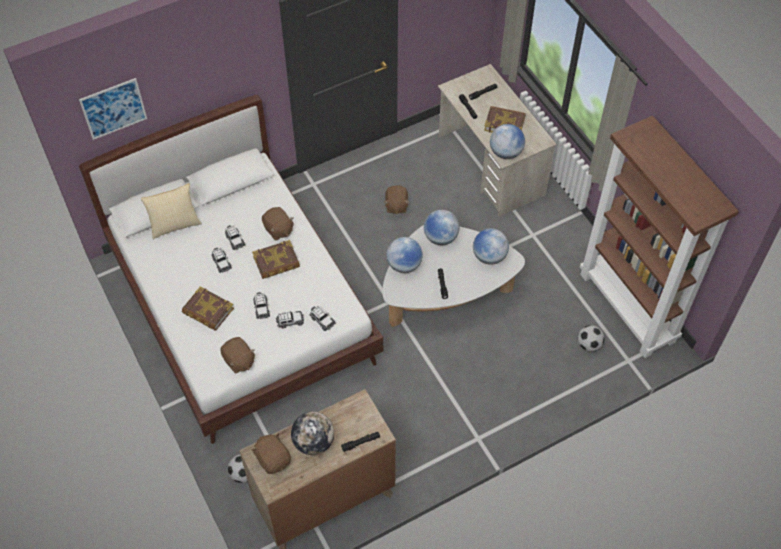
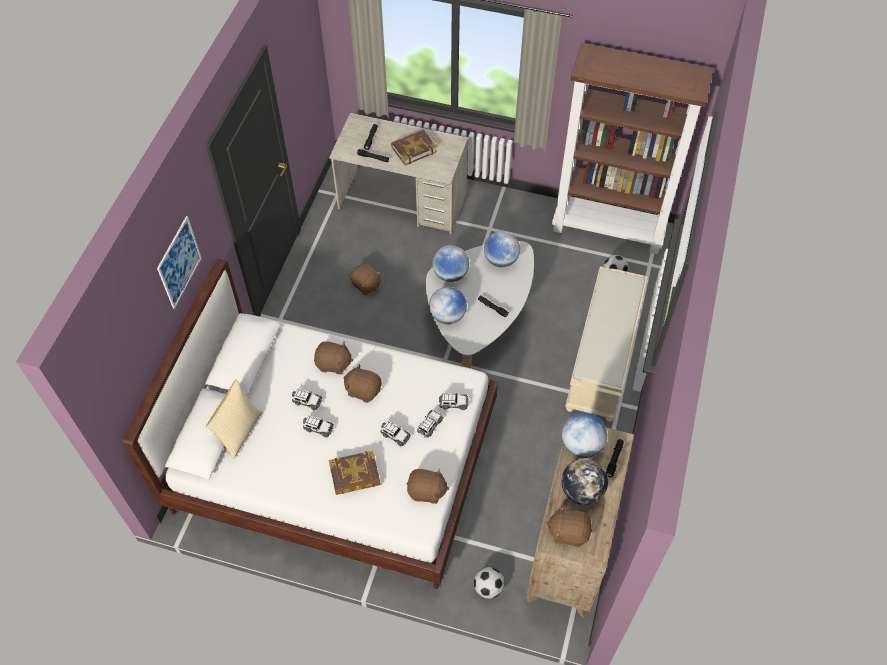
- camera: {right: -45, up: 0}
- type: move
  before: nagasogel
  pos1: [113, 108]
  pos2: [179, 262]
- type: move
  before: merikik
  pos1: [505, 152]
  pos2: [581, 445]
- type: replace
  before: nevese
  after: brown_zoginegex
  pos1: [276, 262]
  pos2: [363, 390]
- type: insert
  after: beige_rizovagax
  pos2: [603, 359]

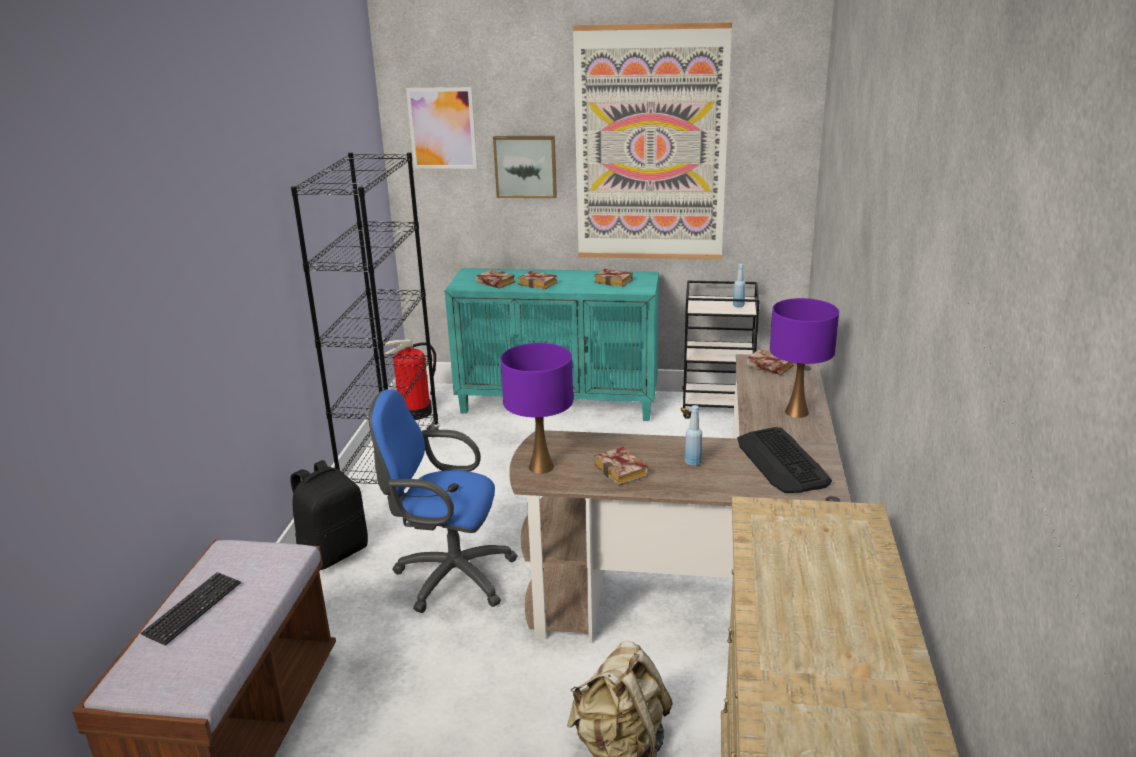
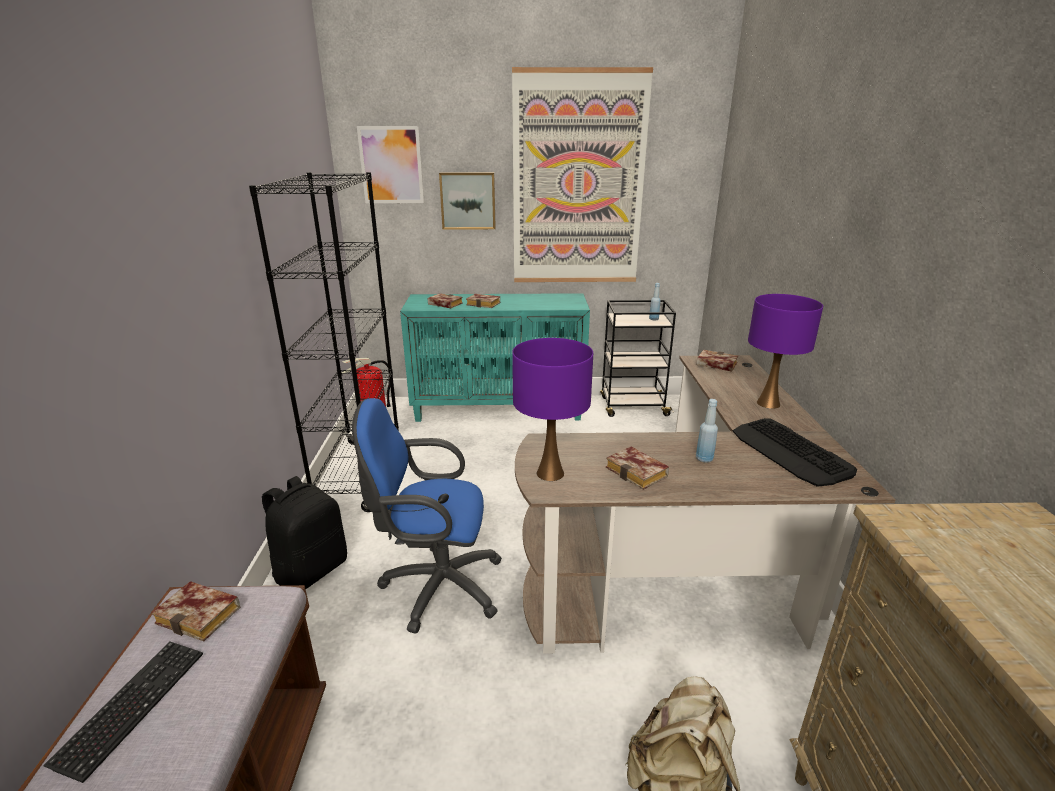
- camera: {right: -10, up: 0}
- type: move
  before: nevese
  pos1: [615, 281]
  pos2: [202, 615]

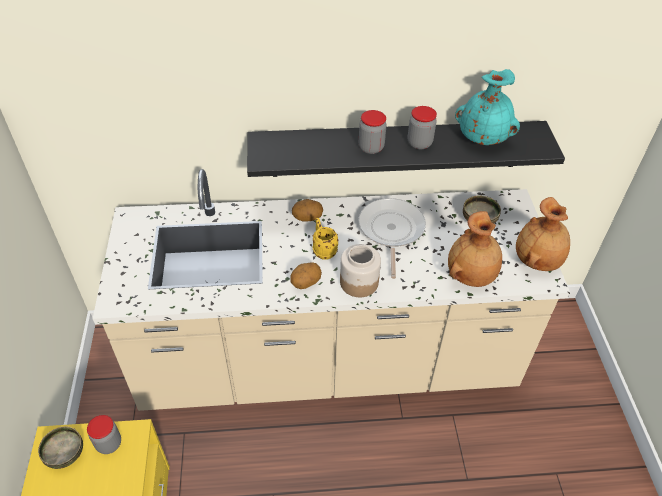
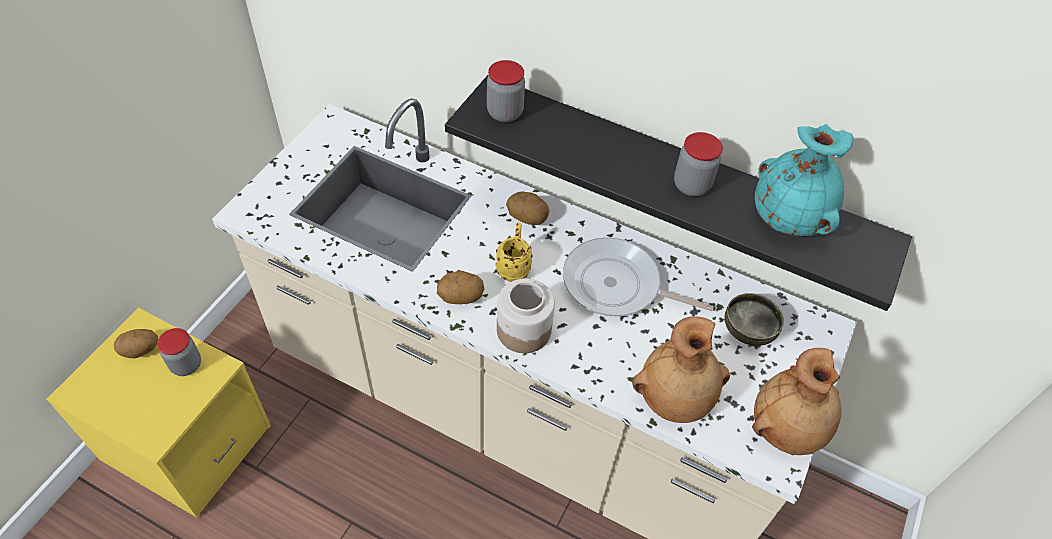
- camera: {right: 30, up: 5}
- type: move
  before: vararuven
  pos1: [371, 147]
  pos2: [505, 113]
- type: rotate
  before: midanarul
  pos1: [390, 231]
  pos2: [617, 285]
  turn: -105
- type: replace
  before: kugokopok
  after: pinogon
  pos1: [64, 454]
  pos2: [140, 351]

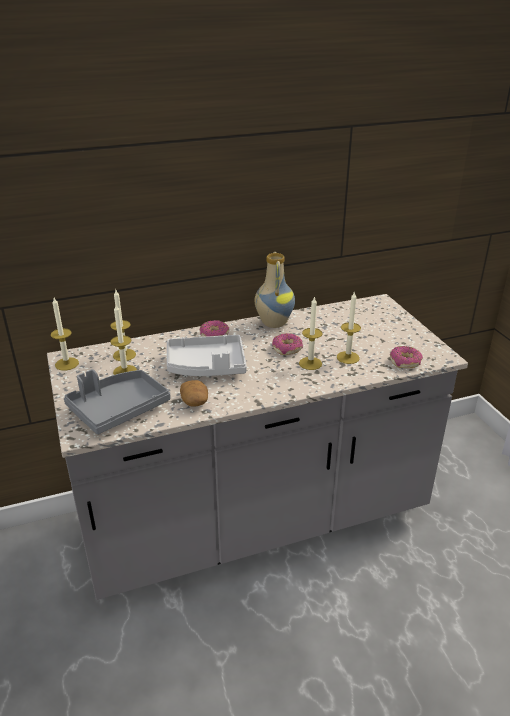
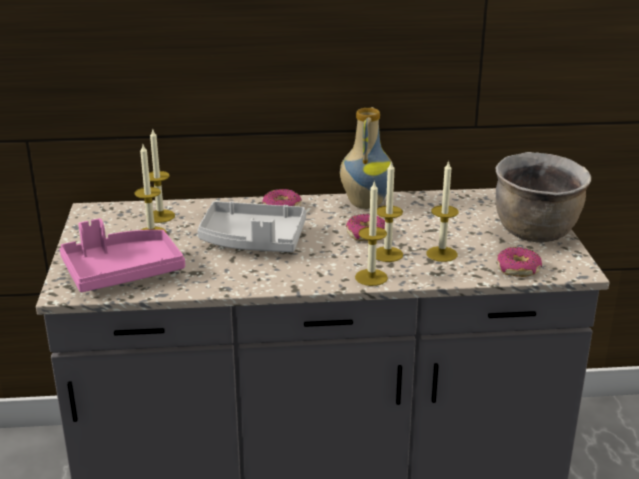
- camera: {right: 15, up: -5}
- type: move
  before: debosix
  pos1: [67, 364]
  pos2: [371, 277]
- type: recolor
  before: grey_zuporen
  after: pink_zuporen
  pos1: [118, 409]
  pos2: [122, 272]
- type: delete
  before: pinogon
  pos1: [195, 402]
- type: insert
  after: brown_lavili
  pos2: [536, 232]

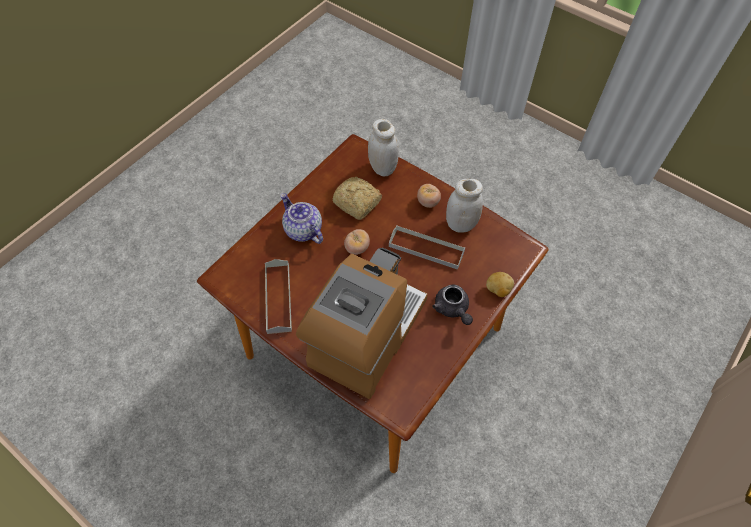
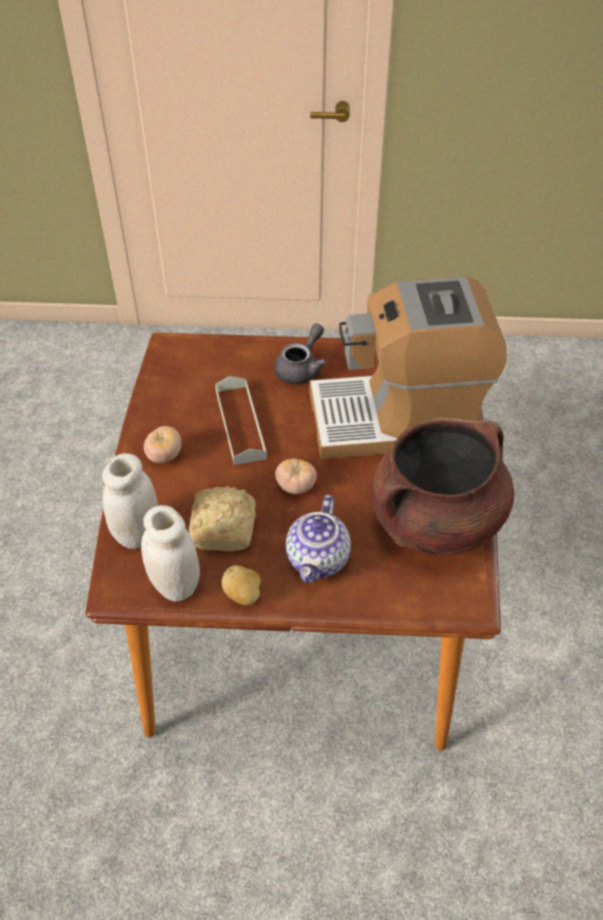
- camera: {right: -125, up: -10}
- type: move
  before: white_vararuven
  pos1: [460, 224]
  pos2: [175, 585]
- type: replace
  before: grey_zuporen
  after: brown_lavili
  pos1: [278, 298]
  pos2: [435, 521]
- type: move
  before: pinogon
  pos1: [498, 290]
  pos2: [243, 594]

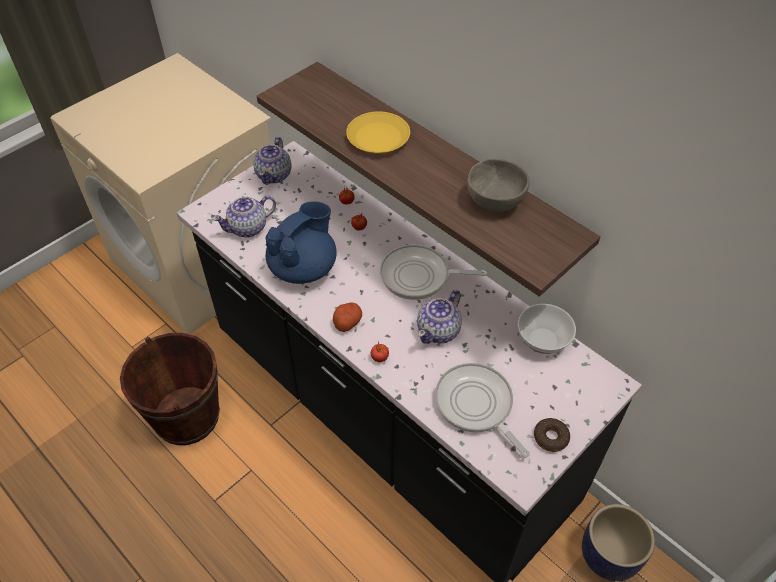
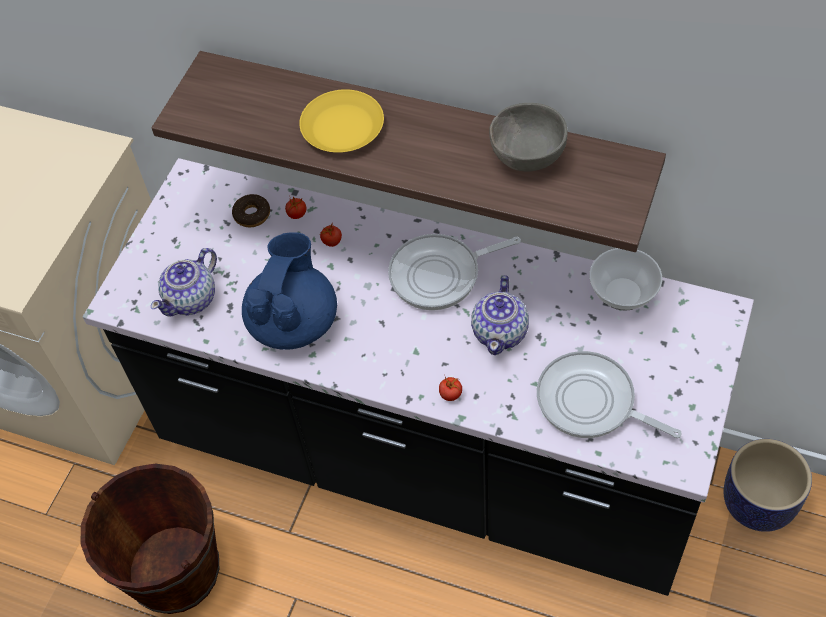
- camera: {right: -20, up: 5}
- type: delete
  before: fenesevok
  pos1: [274, 174]
- type: delete
  before: pinogon
  pos1: [347, 322]
- type: move
  before: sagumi
  pos1: [550, 437]
  pos2: [252, 214]

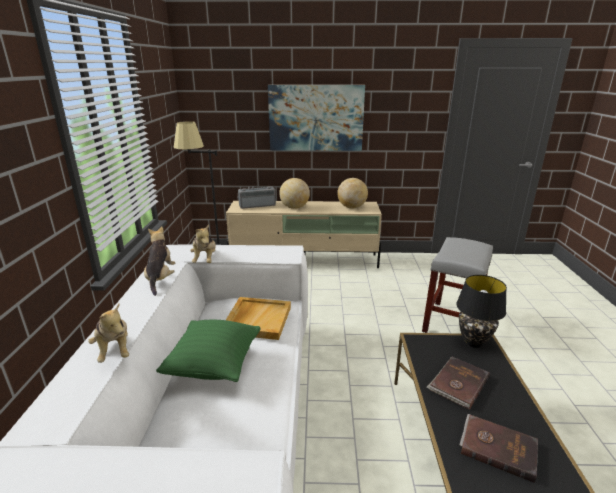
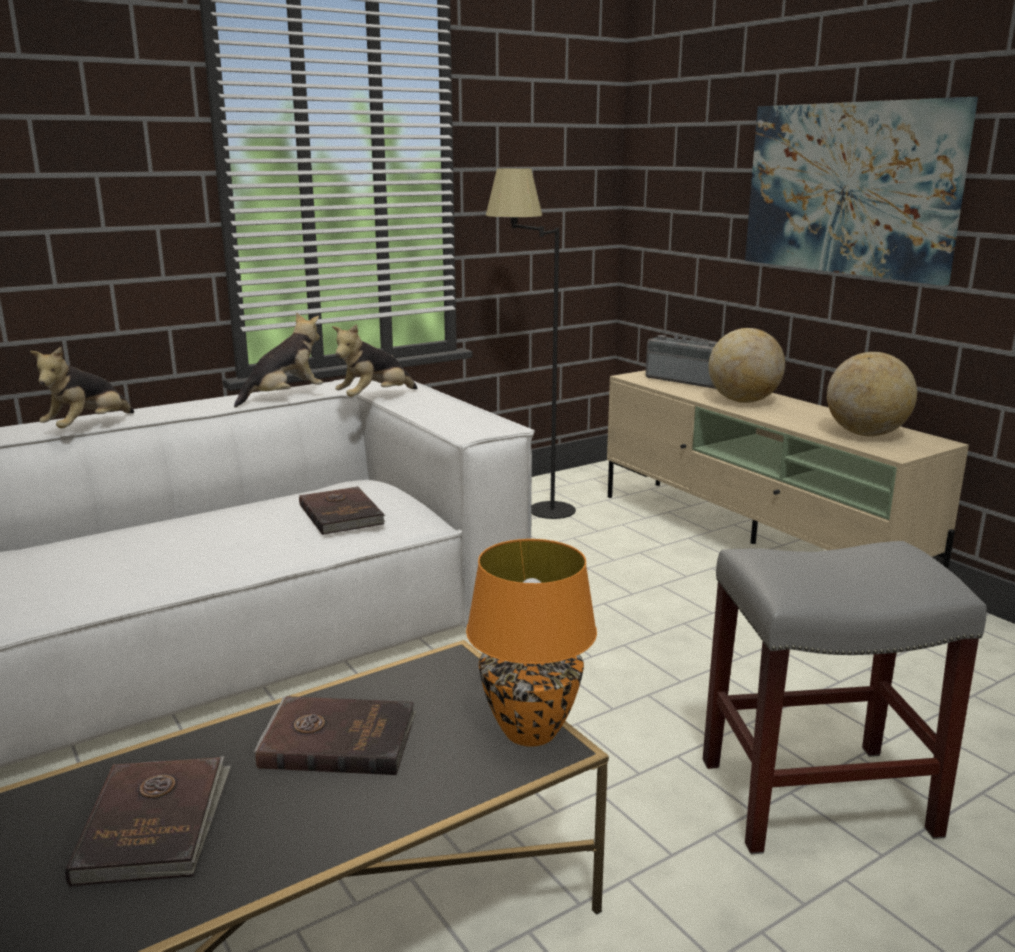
- camera: {right: 55, up: -5}
- type: recolor
  before: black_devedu
  after: orange_devedu
  pos1: [473, 342]
  pos2: [529, 731]
- type: replace
  before: beige_zuporen
  after: brown_nevese
  pos1: [257, 319]
  pos2: [342, 514]
- type: delete
  before: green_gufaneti
  pos1: [214, 366]

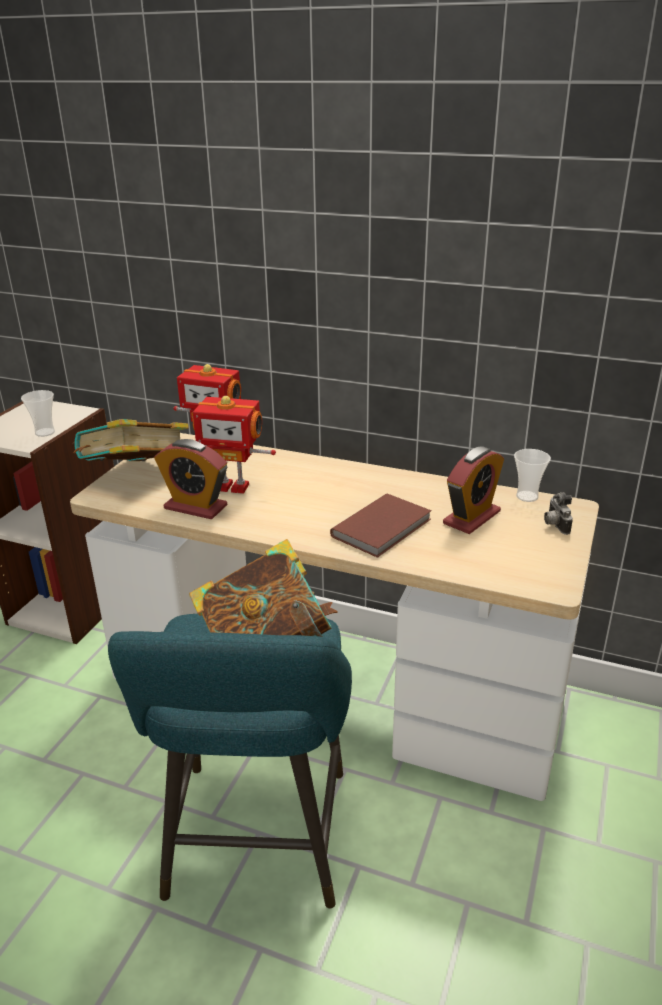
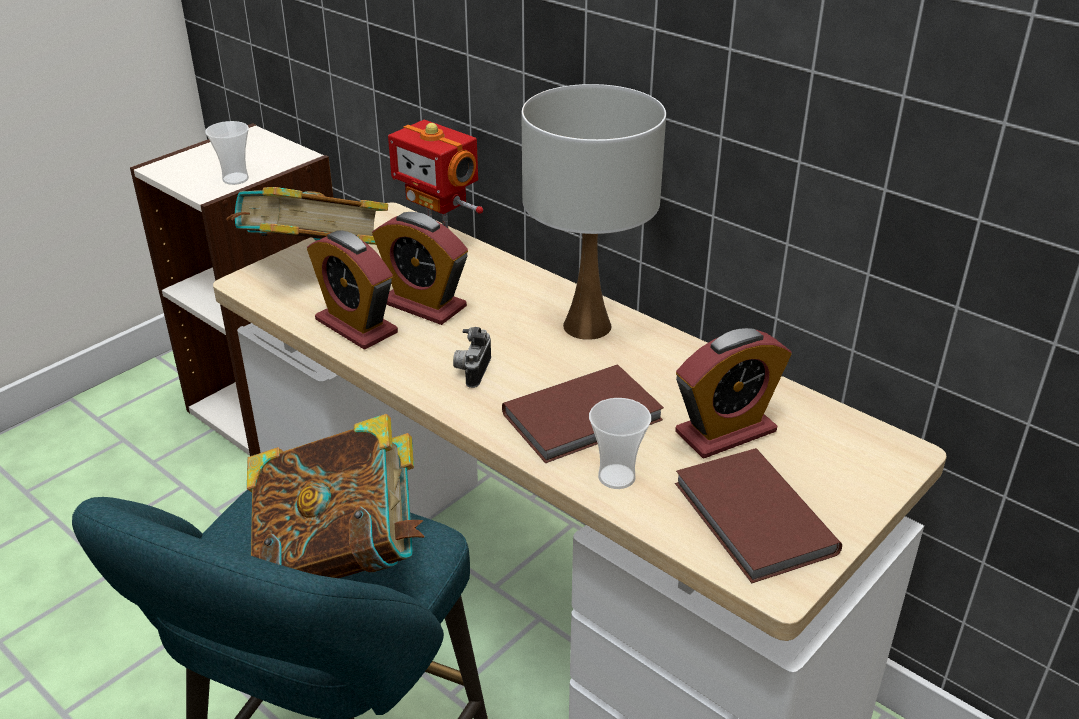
- camera: {right: 20, up: 5}
- type: replace
  before: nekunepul
  after: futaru
  pos1: [232, 486]
  pos2: [424, 305]
- type: move
  before: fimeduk
  pos1: [527, 496]
  pos2: [616, 477]
- type: move
  before: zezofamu
  pos1: [554, 525]
  pos2: [472, 371]
- type: insert
  after: white_devedu
  pos2: [586, 326]
- type: insert
  after: brown_nevese
  pos2: [751, 520]

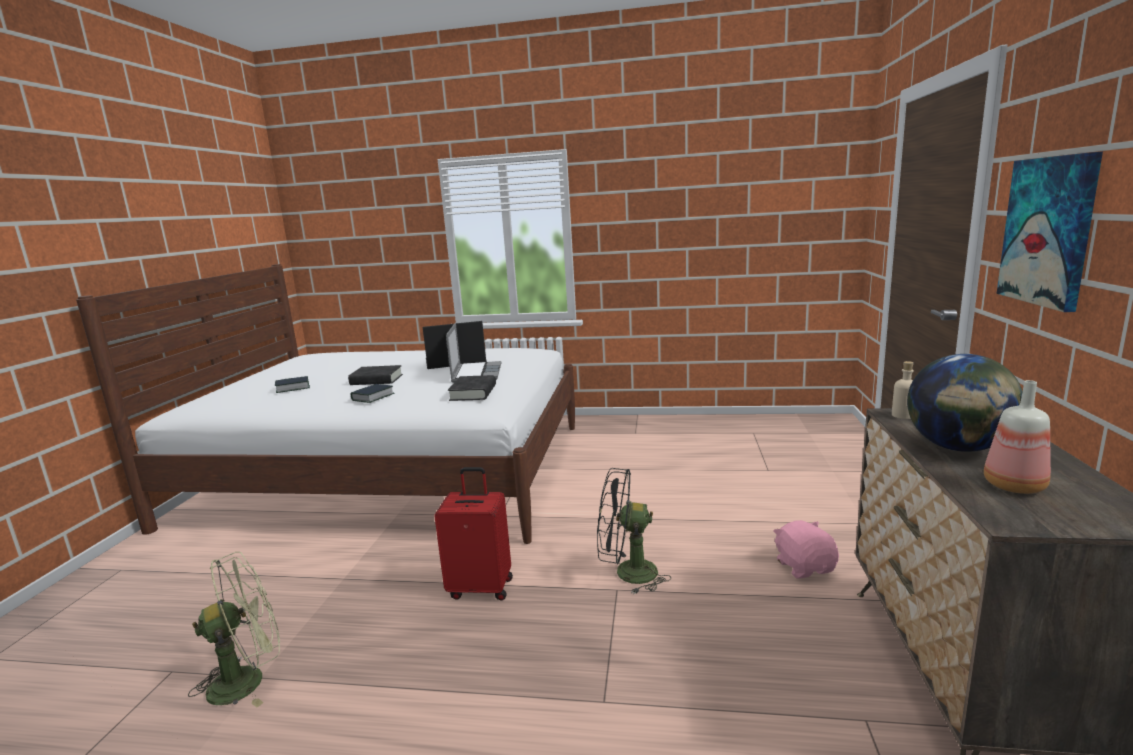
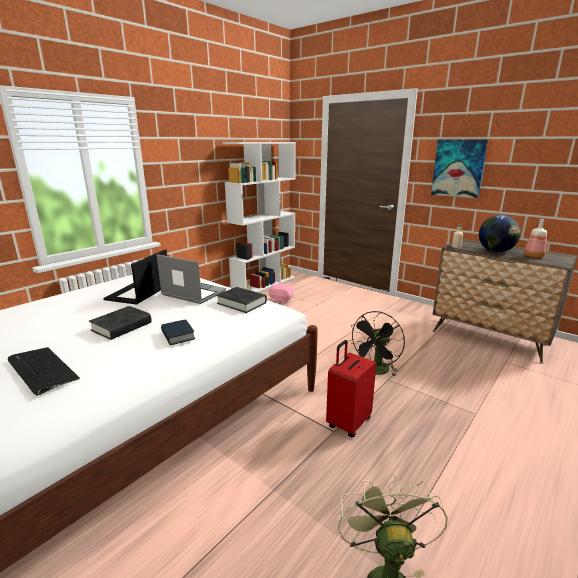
- camera: {right: -60, up: 5}
- type: replace
  before: nevese
  after: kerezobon
  pos1: [292, 388]
  pos2: [41, 370]
- type: move
  before: pink_zoginegex
  pos1: [805, 567]
  pos2: [281, 301]
- type: insert
  after: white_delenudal
  pos2: [264, 284]

